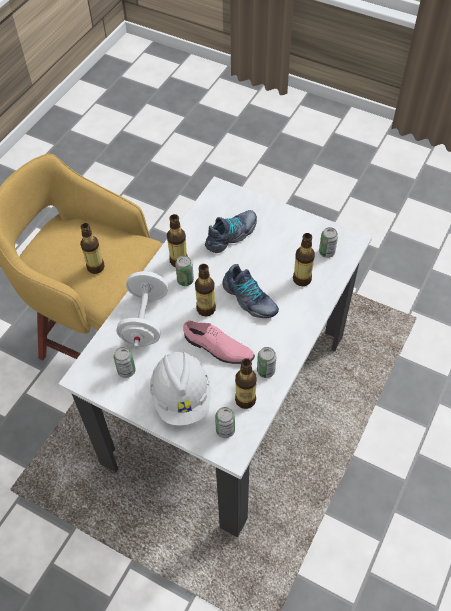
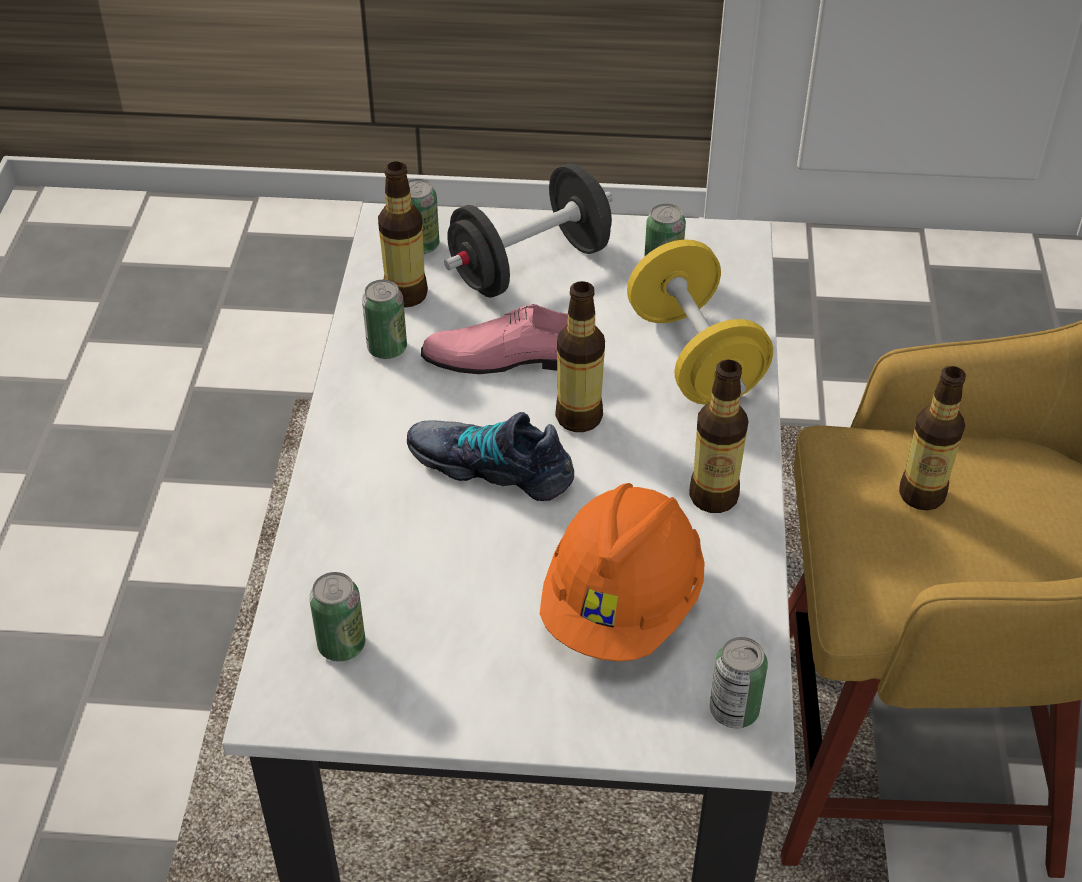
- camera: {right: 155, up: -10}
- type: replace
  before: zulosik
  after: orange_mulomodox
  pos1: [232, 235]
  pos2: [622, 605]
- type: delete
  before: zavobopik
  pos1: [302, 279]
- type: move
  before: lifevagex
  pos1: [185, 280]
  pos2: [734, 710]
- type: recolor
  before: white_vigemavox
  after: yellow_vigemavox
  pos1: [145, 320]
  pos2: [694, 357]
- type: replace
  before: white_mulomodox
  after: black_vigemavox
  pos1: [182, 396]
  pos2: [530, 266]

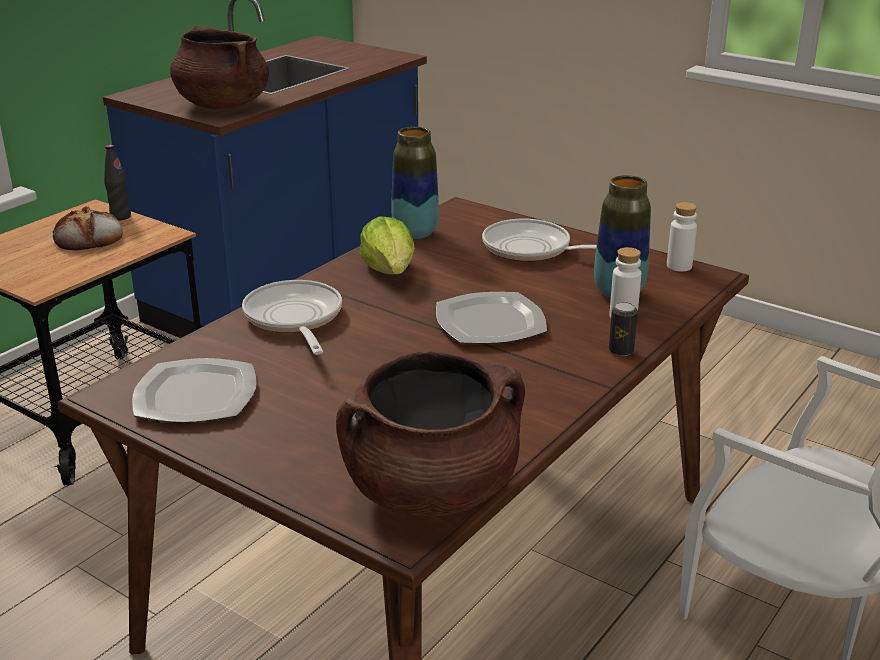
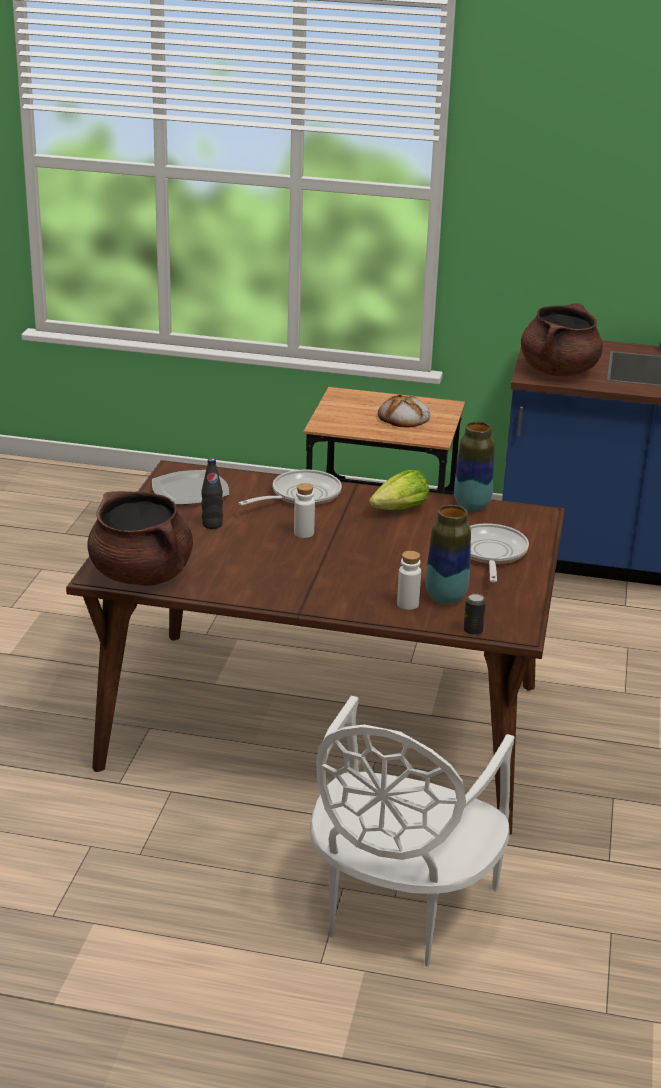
- camera: {right: 65, up: 0}
- type: move
  before: black_zavobopik
  pos1: [120, 217]
  pos2: [212, 524]
- type: move
  before: white_zavobopik
  pos1: [679, 266]
  pos2: [304, 533]
- type: delete
  before: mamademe
  pos1: [490, 322]
- type: move
  before: lifevagex
  pos1: [621, 351]
  pos2: [473, 631]

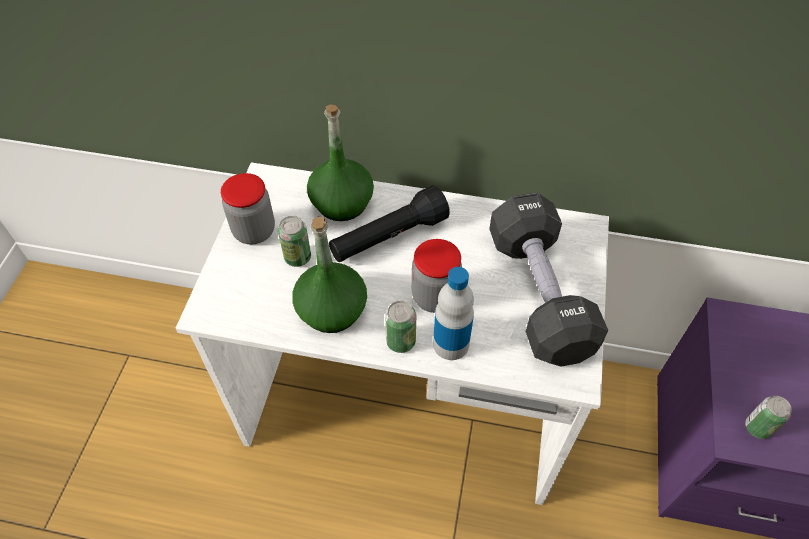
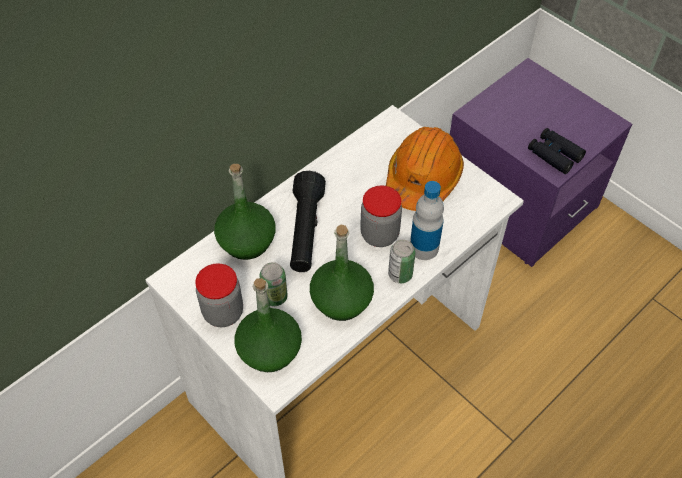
- camera: {right: -55, up: 0}
- type: replace
  before: black_vigemavox
  after: orange_mulomodox
  pos1: [539, 294]
  pos2: [423, 178]
- type: replace
  before: lifevagex
  after: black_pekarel
  pos1: [757, 427]
  pos2: [554, 155]
- type: insert
  after: green_zavobopik
  pos2: [269, 350]

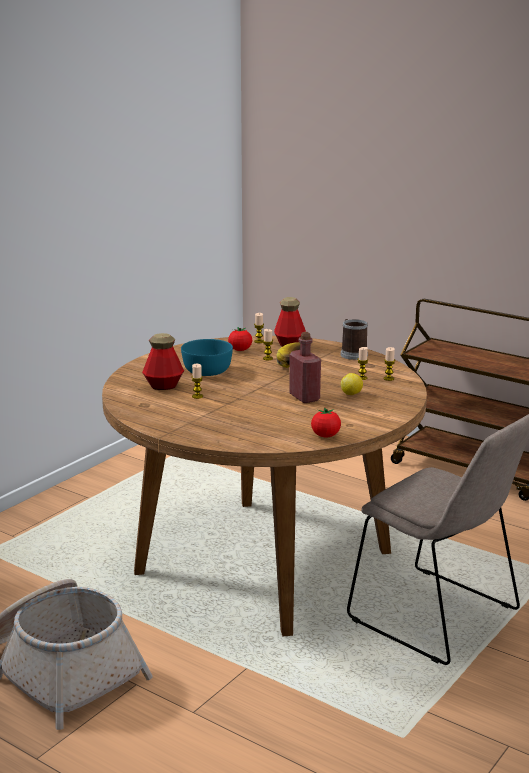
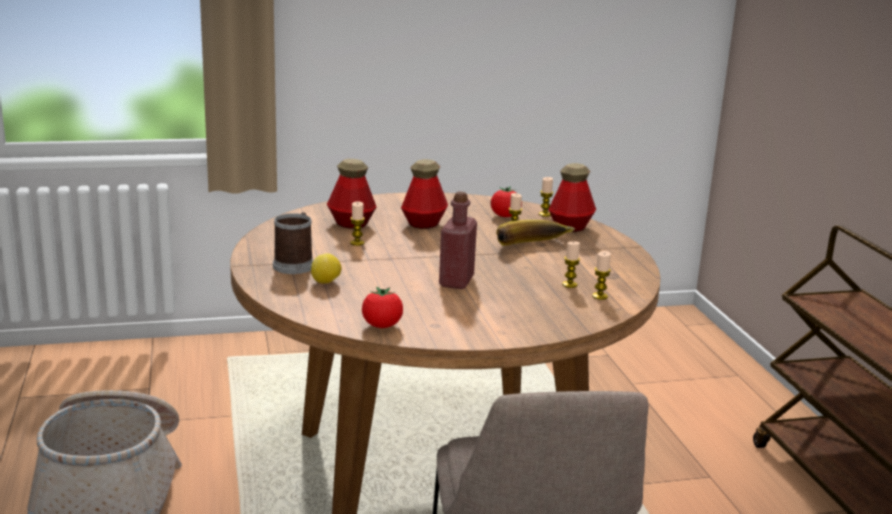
- camera: {right: 40, up: 0}
- type: move
  before: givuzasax
  pos1: [352, 354]
  pos2: [295, 264]
- type: replace
  before: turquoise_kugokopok
  after: zavobopik
  pos1: [206, 371]
  pos2: [424, 224]
- type: move
  before: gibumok
  pos1: [351, 394]
  pos2: [326, 283]

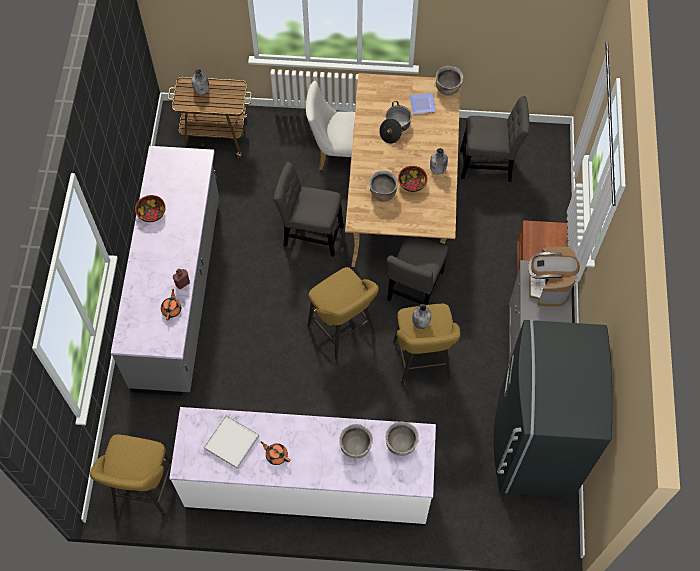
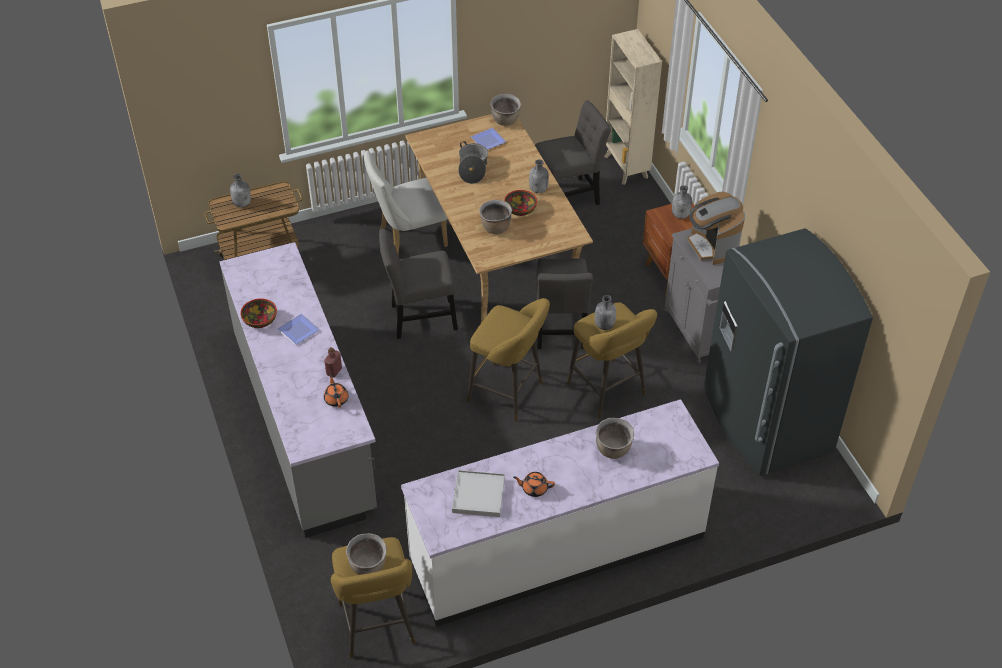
- camera: {right: -25, up: -15}
- type: move
  before: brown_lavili
  pos1: [401, 445]
  pos2: [368, 566]
- type: insert
  after: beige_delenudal
  pos2: [626, 167]
- type: insert
  after: grey_zavobopik
  pos2: [681, 215]
- type: insert
  after: mamademe
  pos2: [297, 330]

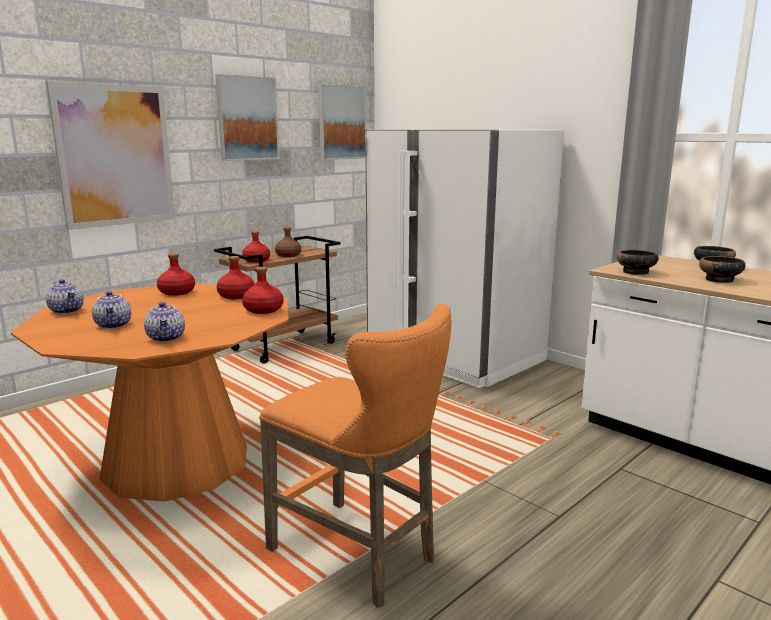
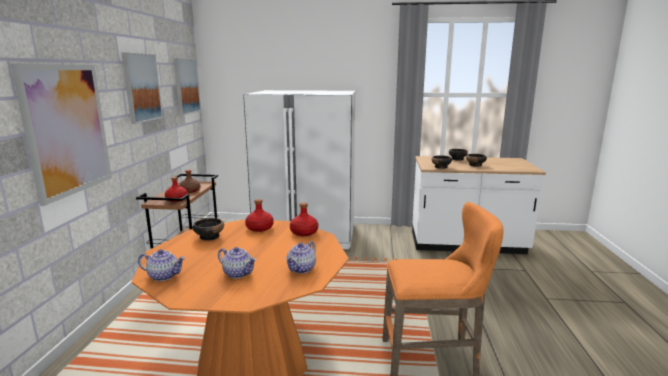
- camera: {right: -40, up: 0}
- type: replace
  before: red_zavobopik
  after: kugokopok
  pos1: [177, 292]
  pos2: [209, 237]
- type: rotate
  before: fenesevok
  pos1: [166, 338]
  pos2: [301, 269]
  turn: 90

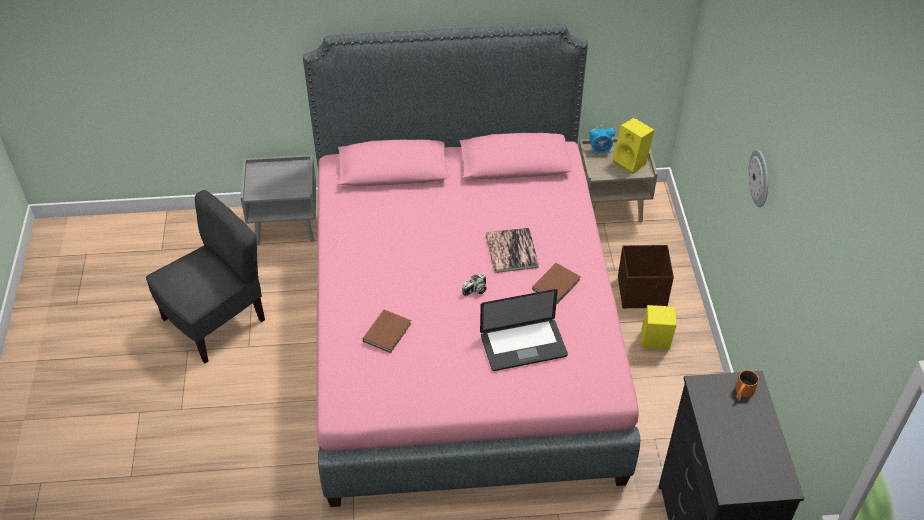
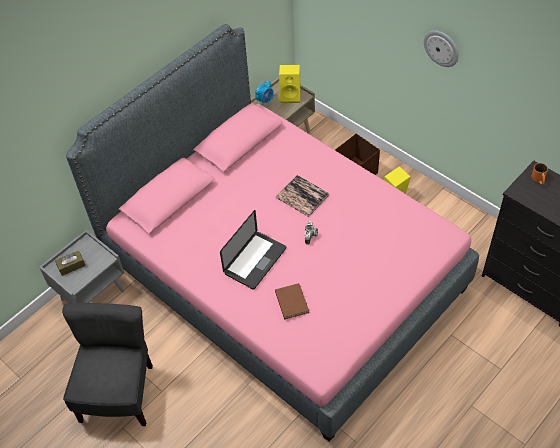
- camera: {right: -40, up: 5}
- type: delete
  before: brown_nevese
  pos1: [557, 284]
- type: move
  before: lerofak
  pos1: [523, 346]
  pos2: [255, 261]
- type: insert
  after: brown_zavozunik
  pos2: [71, 266]

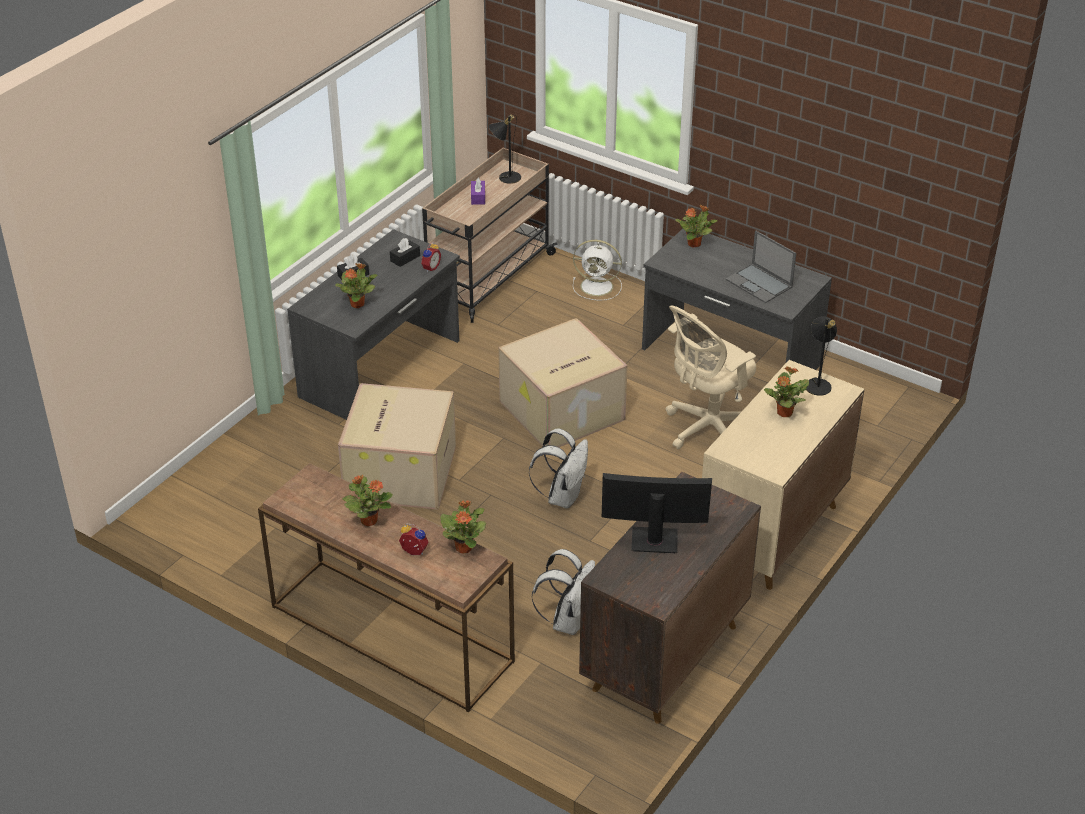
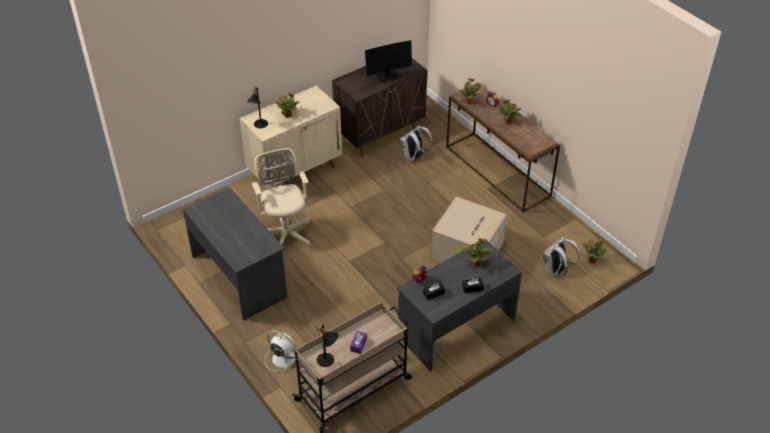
- camera: {right: -160, up: 5}
- type: move
  before: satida
  pos1: [694, 244]
  pos2: [592, 260]
- type: delete
  before: lerofak
  pos1: [759, 284]
- type: rotate
  before: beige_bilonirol
  pos1: [708, 429]
  pos2: [285, 233]
  turn: -90
- type: delete
  before: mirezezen
  pos1: [561, 412]
- type: move
  before: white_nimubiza
  pos1: [562, 496]
  pos2: [556, 271]
- type: rotate
  before: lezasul
  pos1: [654, 540]
  pos2: [387, 77]
  turn: -45

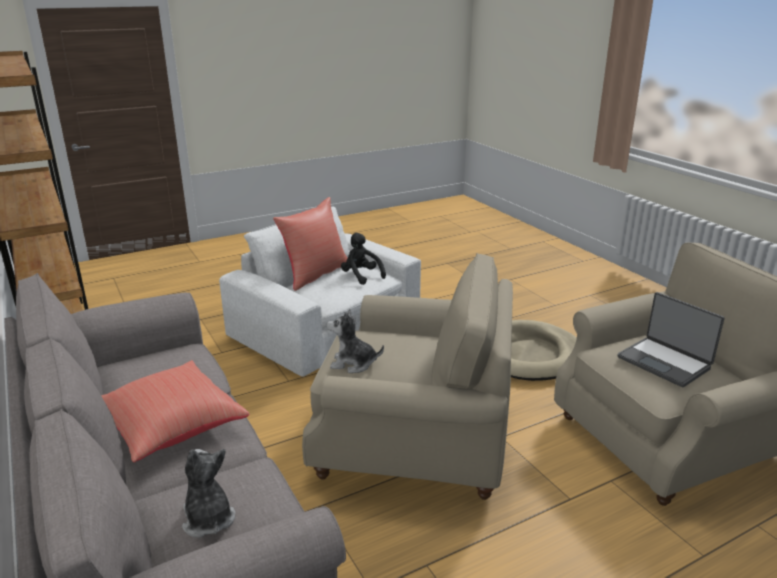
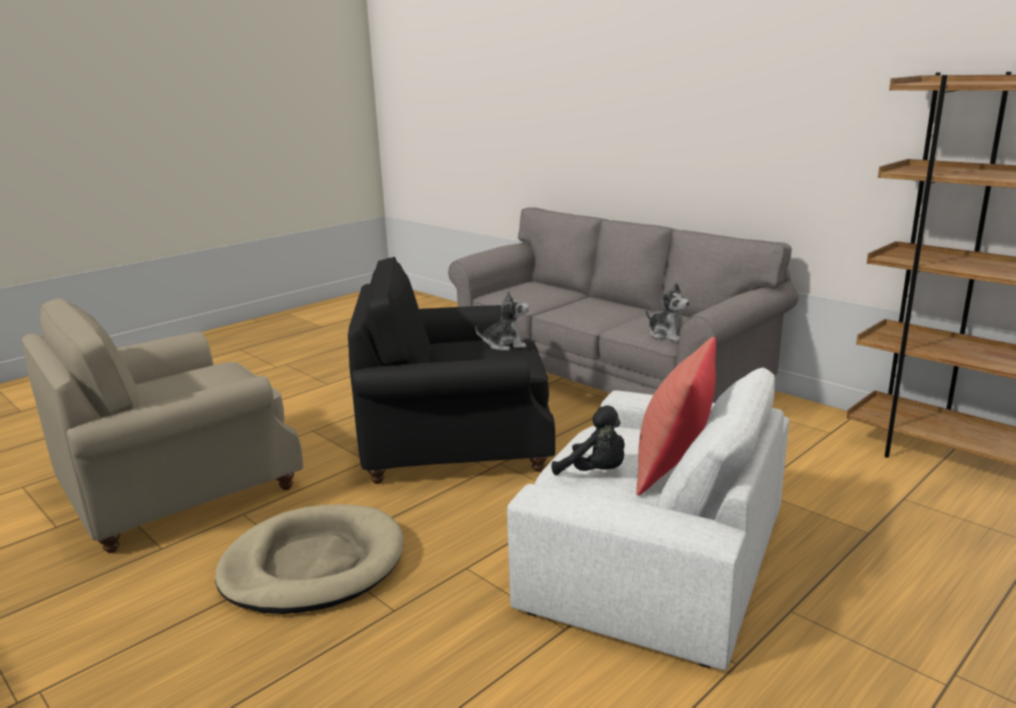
- camera: {right: 165, up: -5}
- type: recolor
  before: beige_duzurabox
  after: black_duzurabox
  pos1: [413, 441]
  pos2: [455, 444]
- type: delete
  before: lerofak
  pos1: [664, 362]
- type: delete
  before: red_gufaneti
  pos1: [170, 428]
- type: move
  before: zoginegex
  pos1: [208, 519]
  pos2: [667, 335]

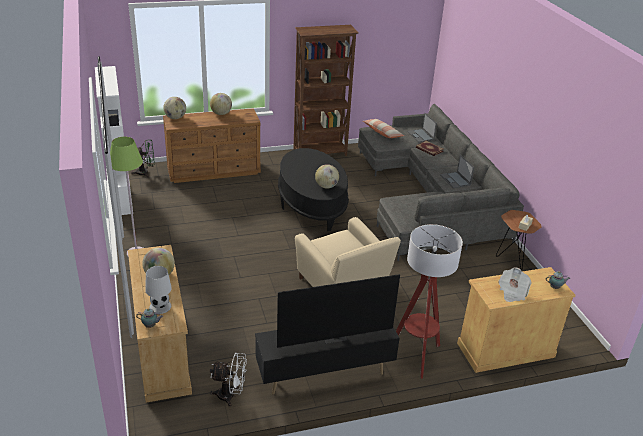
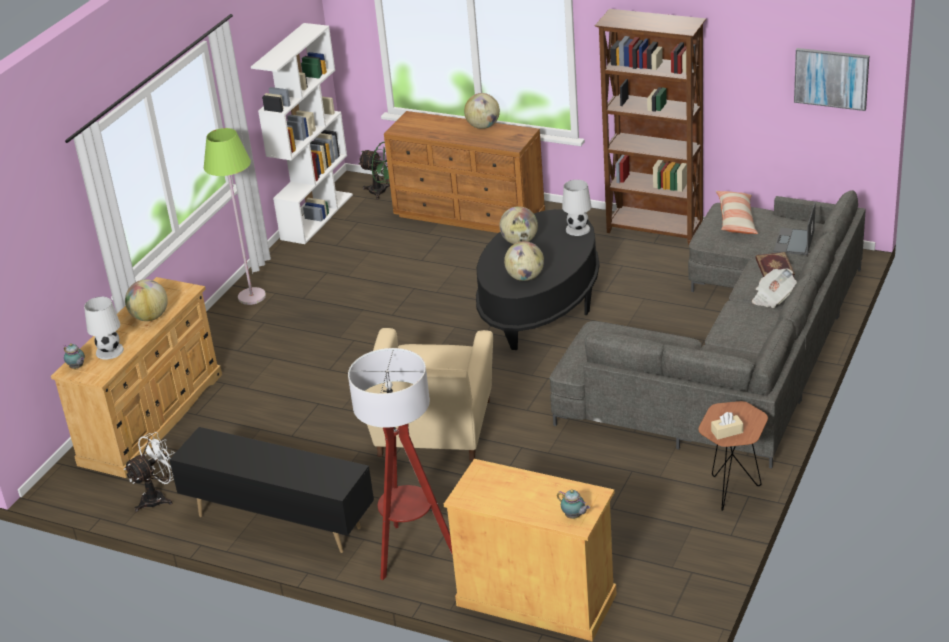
- camera: {right: 45, up: 0}
- type: move
  before: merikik
  pos1: [175, 118]
  pos2: [519, 242]
- type: delete
  before: lerofak
  pos1: [455, 180]
- type: move
  before: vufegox
  pos1: [512, 292]
  pos2: [773, 298]
- type: delete
  before: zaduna
  pos1: [334, 336]
- type: rotate
  before: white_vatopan
  pos1: [230, 396]
  pos2: [158, 497]
  turn: -90
- type: insert
  after: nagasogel
  pos2: [831, 78]
- type: insert
  after: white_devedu
  pos2: [577, 229]

